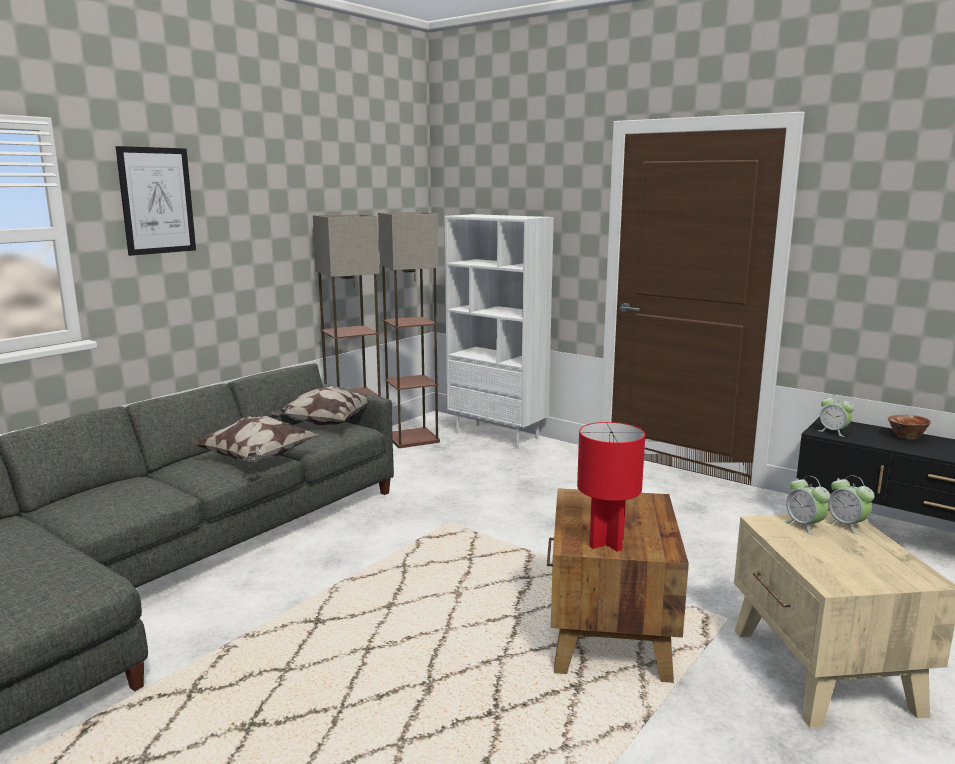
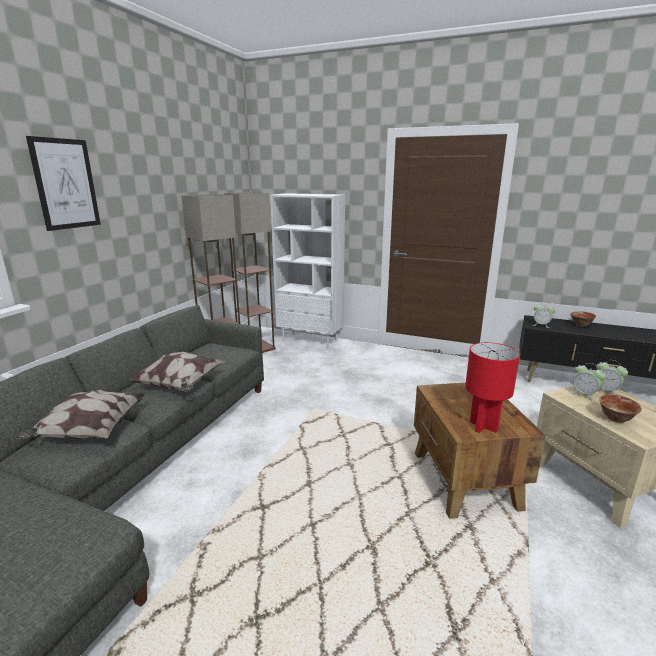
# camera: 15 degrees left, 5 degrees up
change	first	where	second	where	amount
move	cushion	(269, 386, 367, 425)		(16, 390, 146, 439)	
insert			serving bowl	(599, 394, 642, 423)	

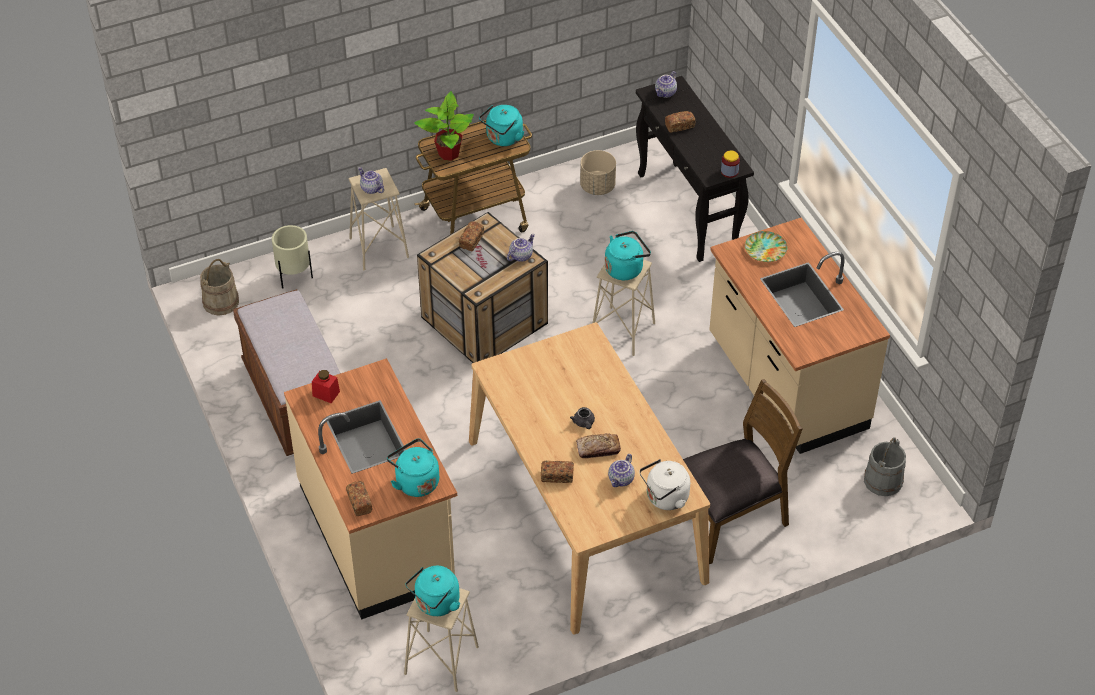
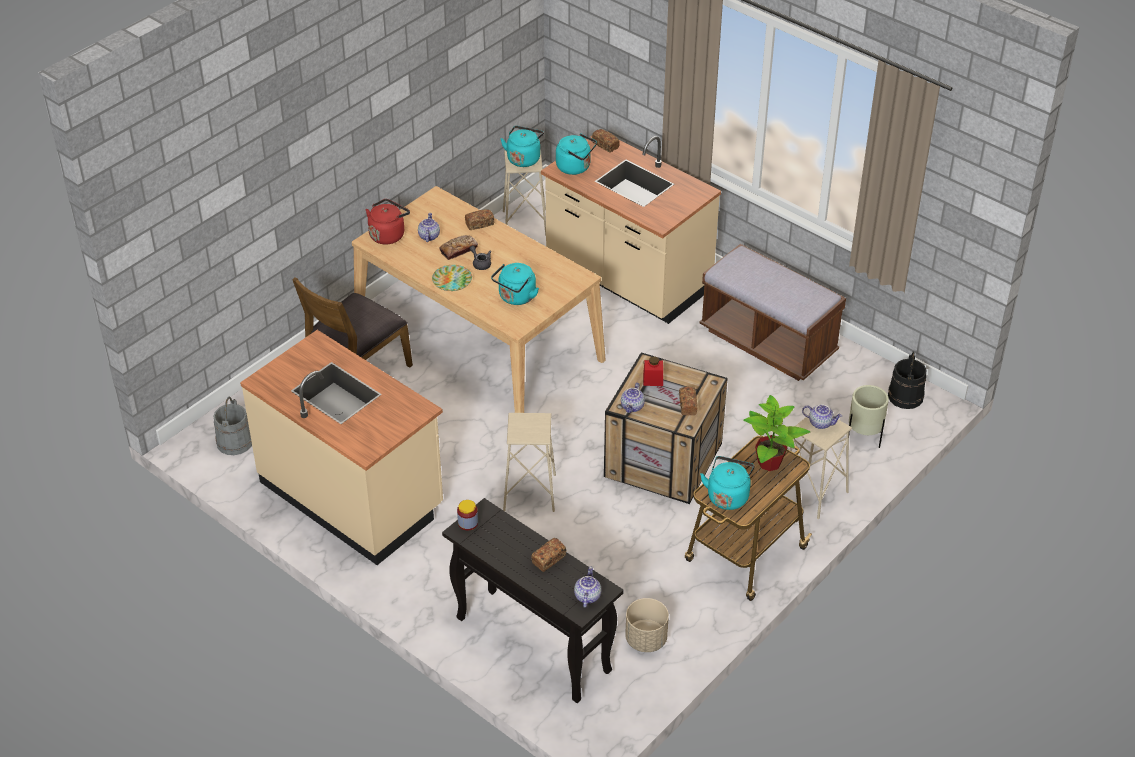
# camera: 155 degrees right, 5 degrees down
change	first	where	second	where	amount
recolor	pail (sand-coloured)	(200, 259, 239, 316)	pail (black-coloured)	(888, 351, 926, 409)	
move	jar (reddish)	(312, 370, 340, 403)		(643, 356, 663, 386)	
move	water kettle (blue-green)	(605, 231, 651, 280)		(491, 263, 539, 305)	
recolor	water kettle (white-coloured)	(639, 459, 690, 510)	water kettle (reddish)	(366, 199, 410, 245)	
move	plate	(745, 231, 788, 262)		(432, 265, 472, 291)	

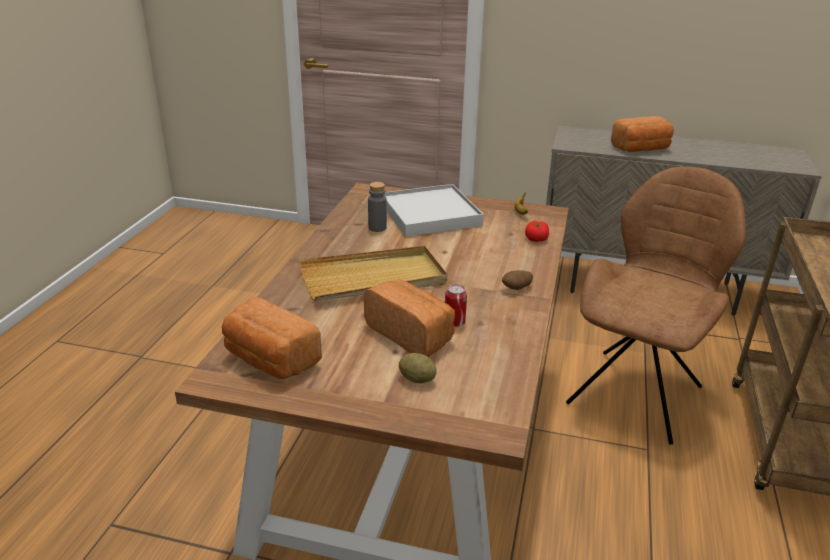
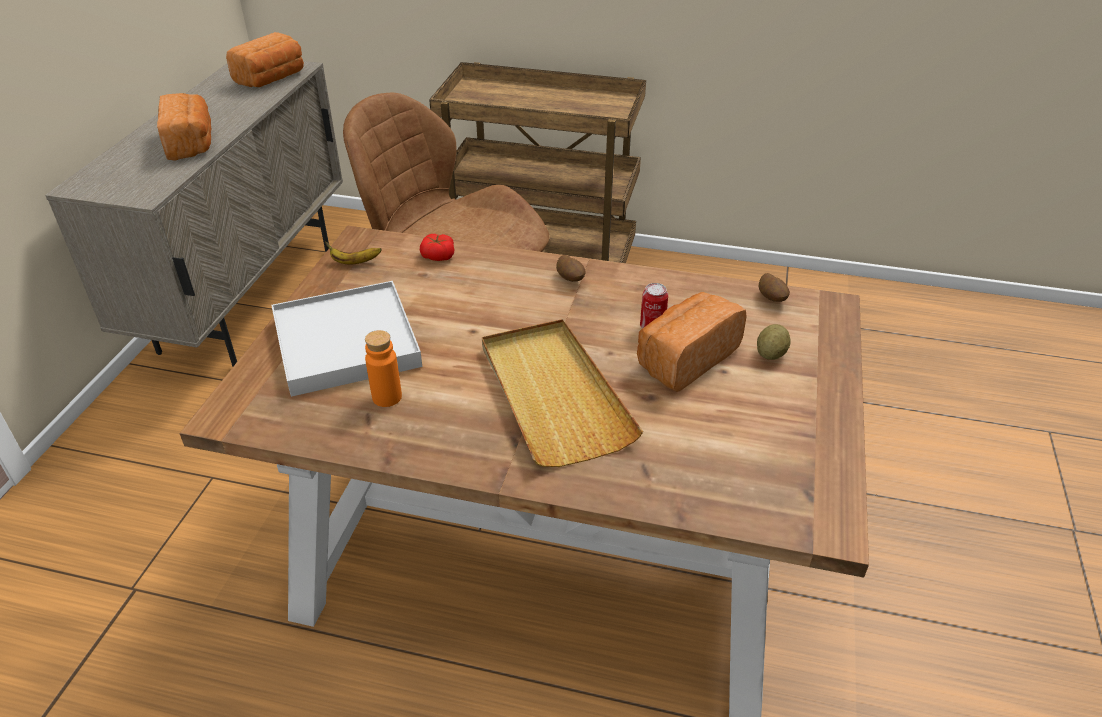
# camera: 90 degrees left, 10 degrees up
change	first	where	second	where	amount
move	baked bread	(222, 297, 322, 379)		(226, 32, 304, 87)	
recolor	bottle (greyish)	(368, 182, 387, 232)	bottle (orange-coloured)	(365, 330, 402, 407)	
insert			spud	(759, 273, 790, 302)	

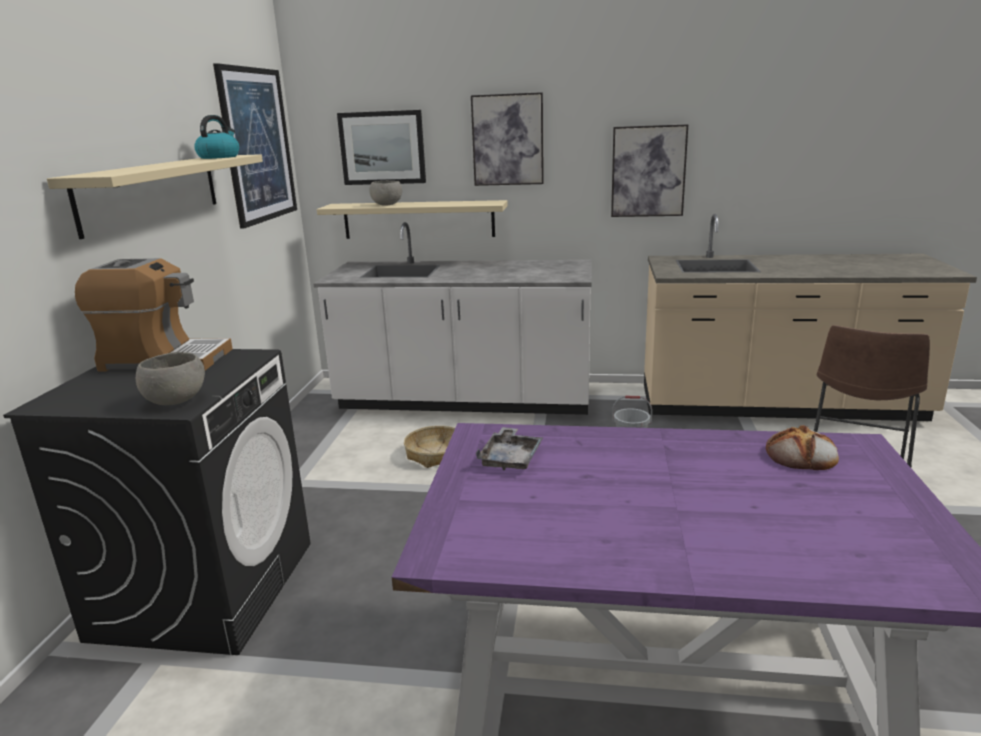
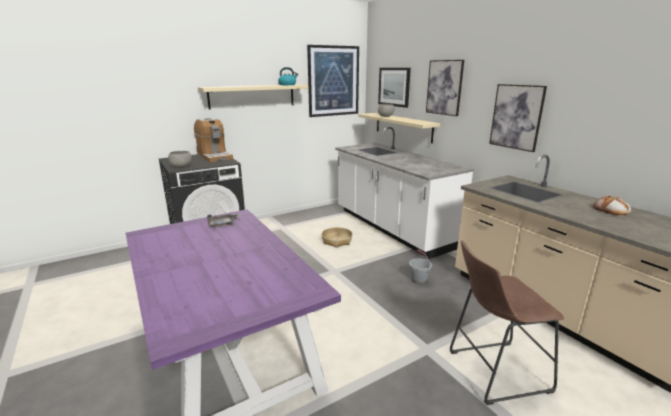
# camera: 50 degrees right, 0 degrees up
change	first	where	second	where	amount
move	baked bread	(766, 425, 839, 470)		(593, 196, 631, 215)	

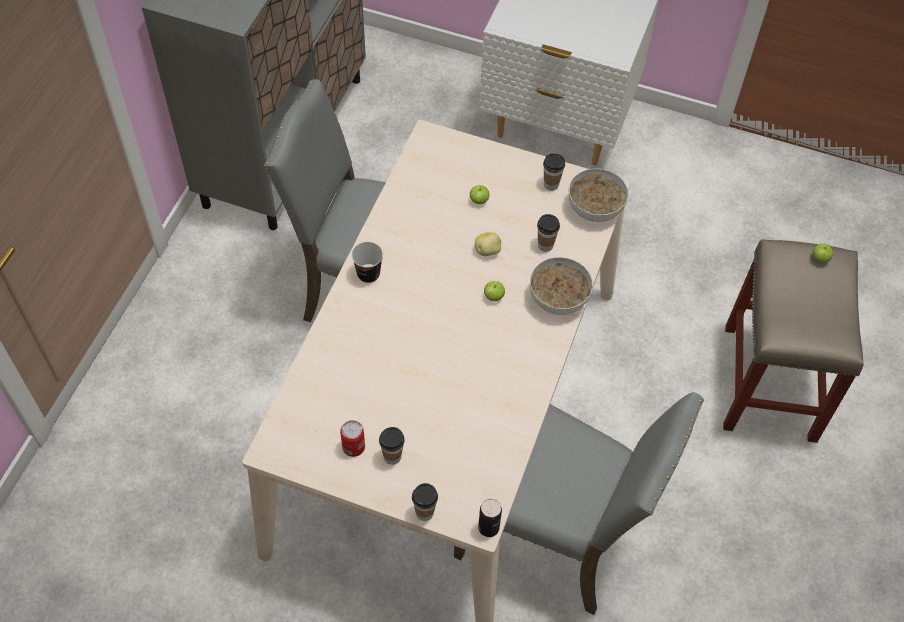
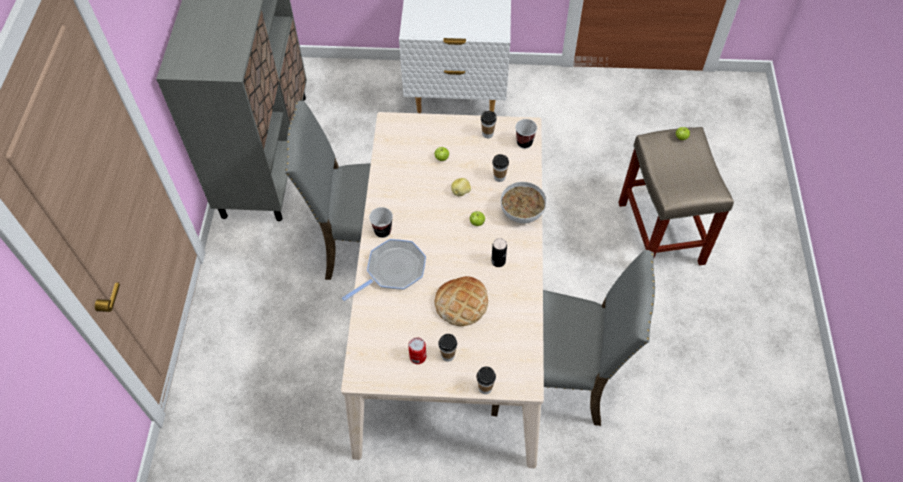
# camera: 15 degrees left, 0 degrees up
change	first	where	second	where	amount
move	can	(478, 498, 502, 537)		(491, 238, 507, 267)	
replace	serving bowl	(569, 169, 628, 222)	cup	(515, 119, 537, 149)	
insert			skillet	(342, 239, 426, 301)	
insert			baked bread	(435, 276, 488, 326)	

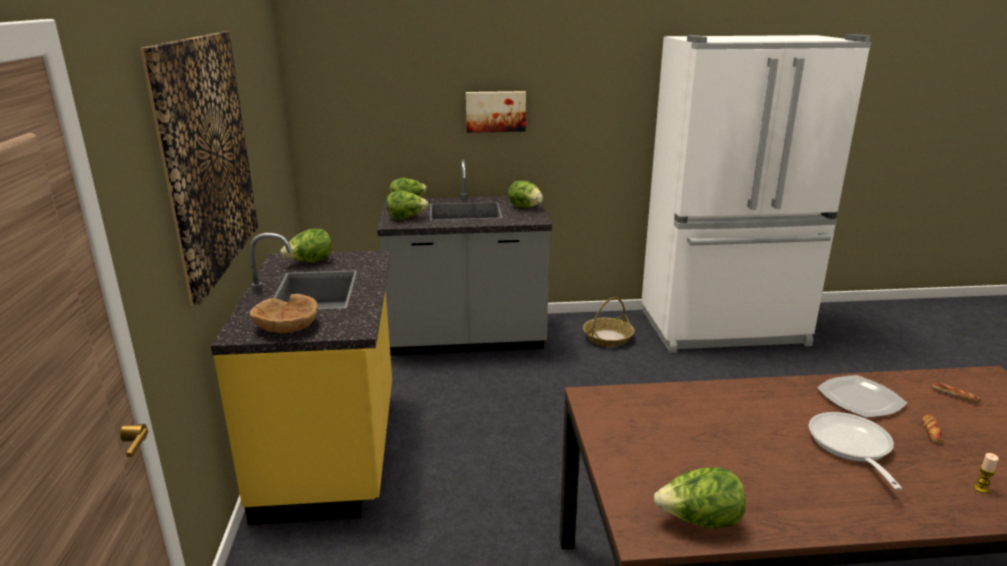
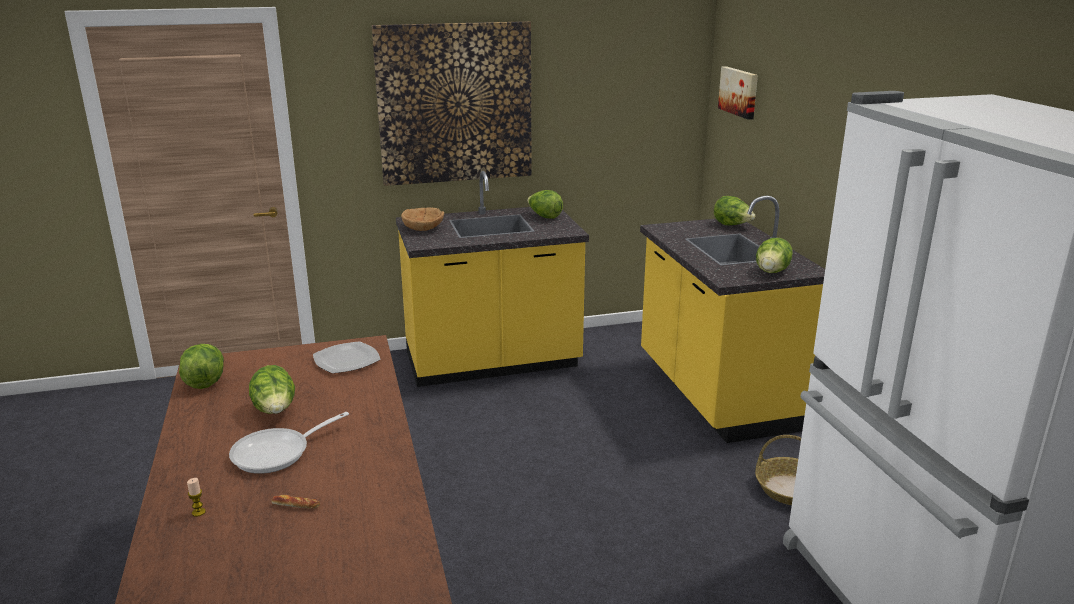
# camera: 80 degrees right, 0 degrees up
change	first	where	second	where	amount
recolor	kitchen base unit (greyish)	(377, 160, 552, 356)	kitchen base unit (yellow-coloured)	(640, 196, 825, 443)	
move	head of lettuce	(386, 190, 429, 219)		(249, 365, 295, 414)	
move	wall picture	(466, 91, 526, 133)		(718, 66, 758, 120)	
rotate	skillet	(809, 412, 902, 490)		(229, 412, 349, 474)	150 degrees clockwise
move	plate	(817, 375, 907, 418)		(313, 341, 381, 374)	
delete	baked bread	(932, 383, 981, 403)			

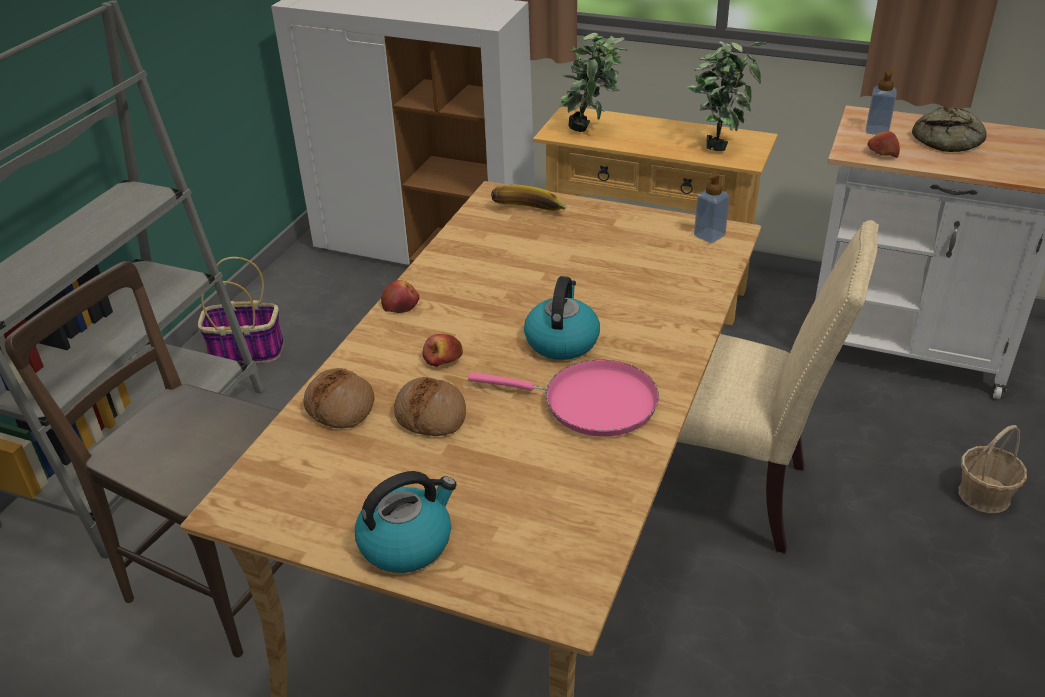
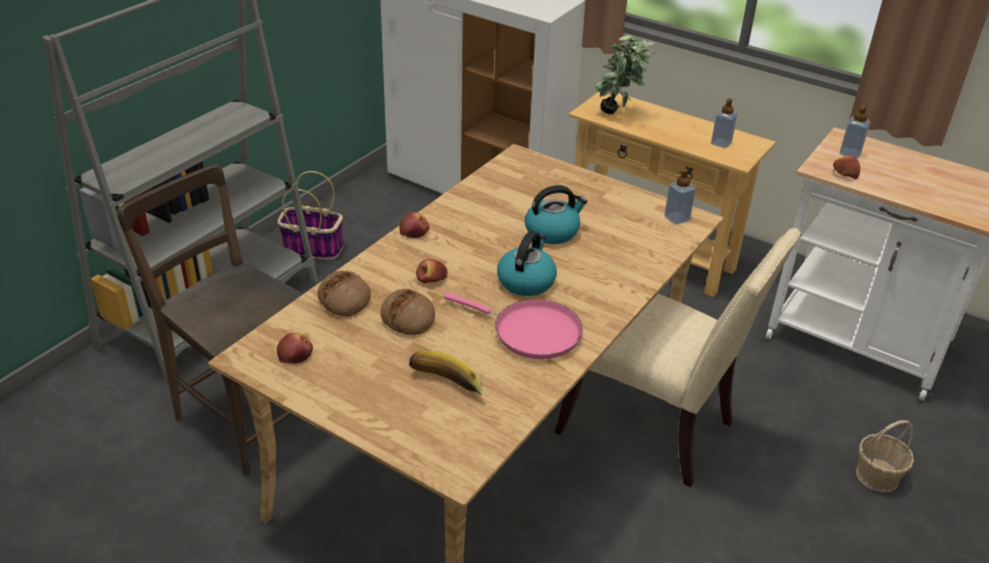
# camera: 10 degrees right, 0 degrees up
change	first	where	second	where	amount
move	water kettle	(355, 471, 457, 573)		(525, 185, 587, 244)	
move	banana	(491, 185, 568, 211)		(409, 351, 484, 395)	
replace	houseplant	(687, 41, 767, 151)	soap dispenser	(711, 98, 737, 148)	
delete	baked bread	(912, 107, 987, 152)			
insert			apple	(277, 332, 313, 364)	

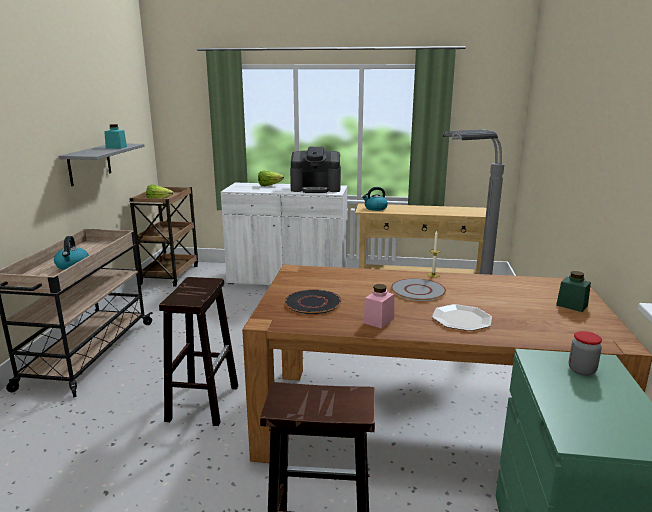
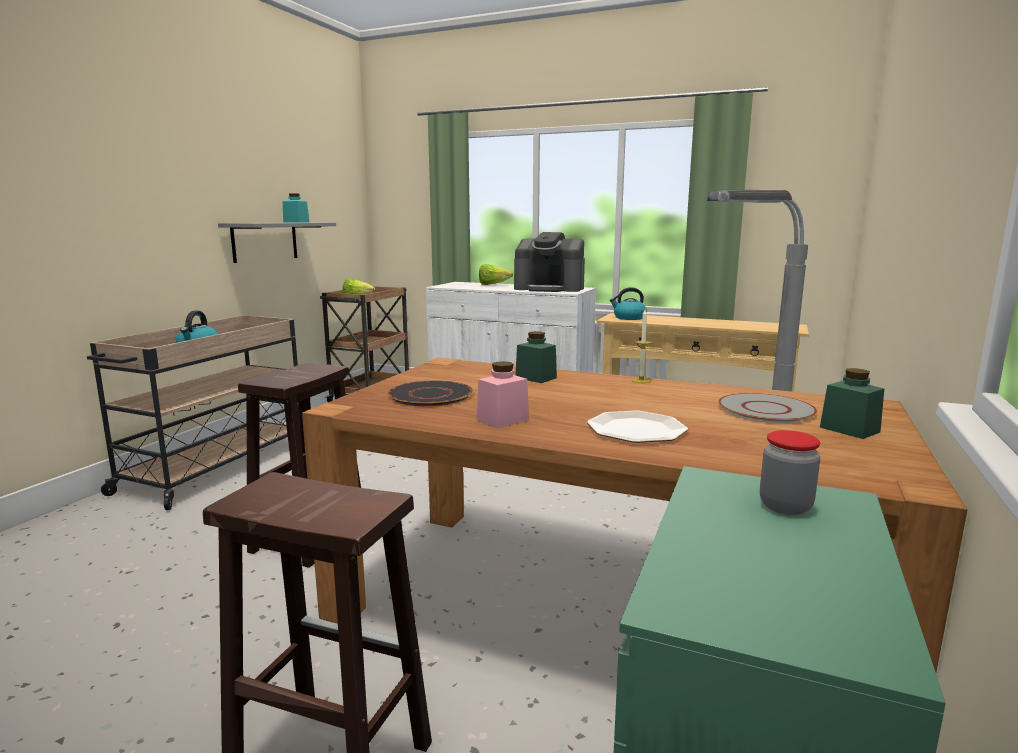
# camera: 15 degrees right, 5 degrees down
change	first	where	second	where	amount
move	plate (greyish)	(391, 278, 446, 301)		(718, 393, 817, 423)	
insert			jar (green-coloured)	(515, 331, 557, 383)	

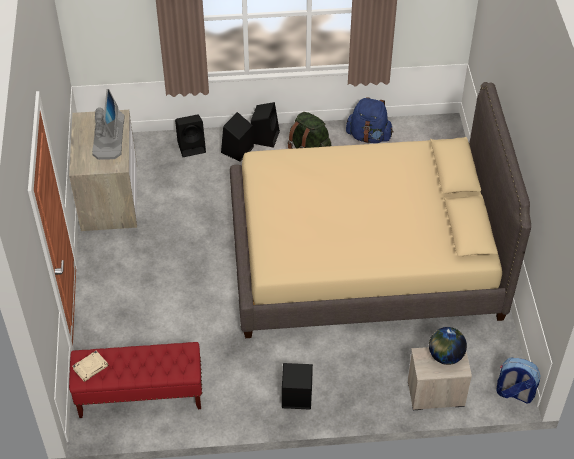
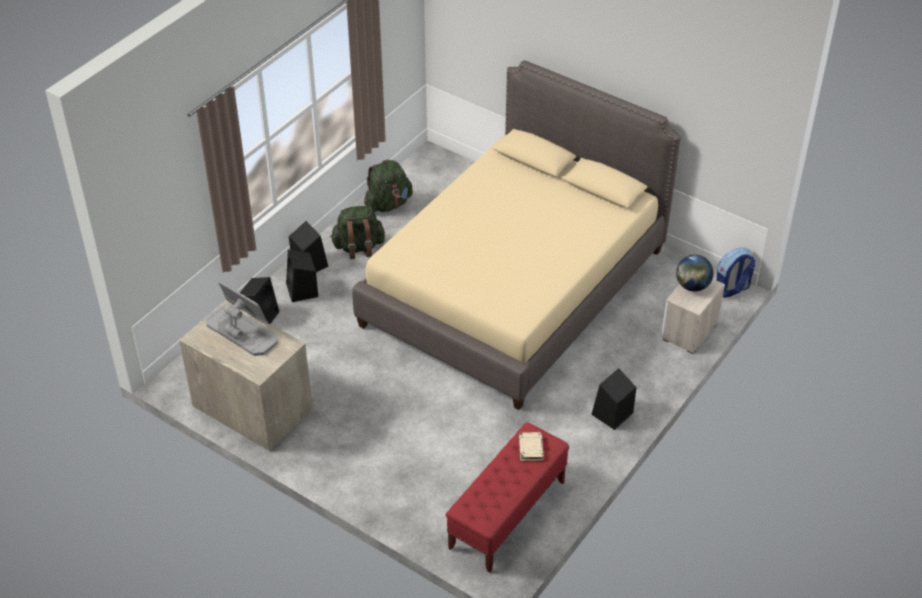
# camera: 50 degrees left, 5 degrees down
change	first	where	second	where	amount
move	book (sand-coloured)	(72, 351, 109, 382)		(519, 432, 544, 461)	
recolor	rucksack (blue)	(346, 97, 394, 143)	rucksack (green-coloured)	(364, 159, 413, 212)	

